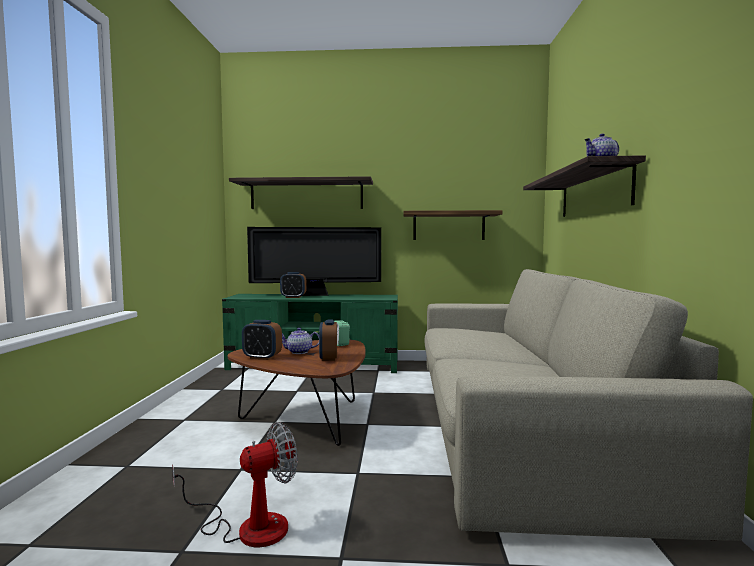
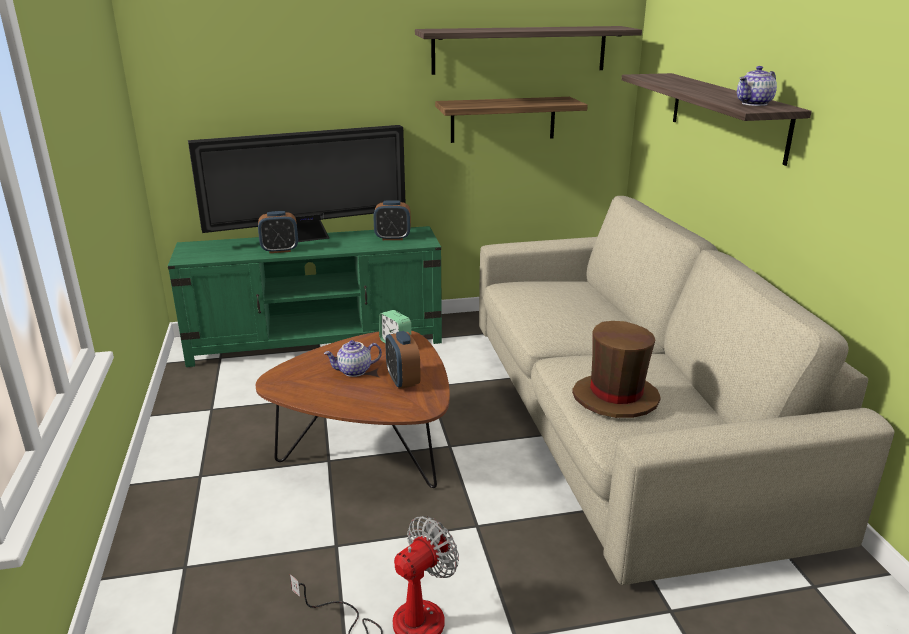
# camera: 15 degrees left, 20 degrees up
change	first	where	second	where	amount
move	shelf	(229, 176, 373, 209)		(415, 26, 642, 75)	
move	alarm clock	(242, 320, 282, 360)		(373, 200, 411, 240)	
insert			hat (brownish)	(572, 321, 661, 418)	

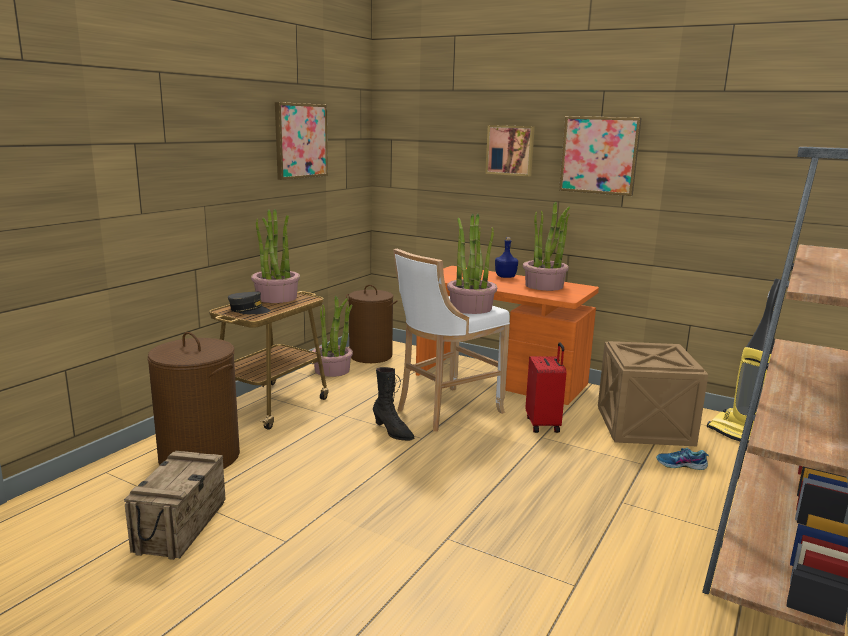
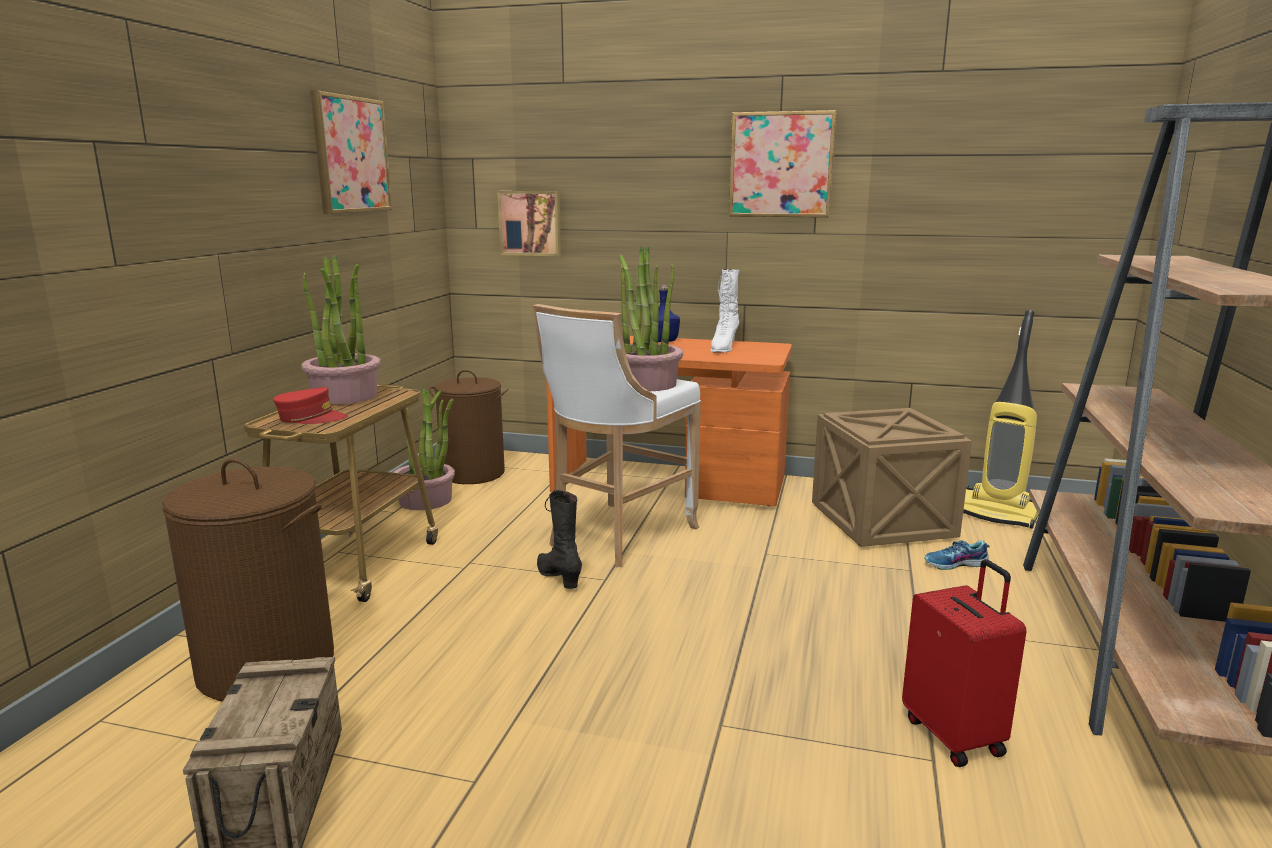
# camera: 15 degrees left, 0 degrees up
change	first	where	second	where	amount
recolor	baseball cap (greyish)	(228, 292, 271, 314)	baseball cap (reddish)	(273, 387, 348, 424)	
rotate	tall boot (black-coloured)	(373, 367, 414, 441)		(537, 490, 582, 589)	150 degrees counterclockwise
move	wall picture	(485, 125, 535, 177)		(497, 191, 561, 256)	
replace	houseplant	(523, 202, 570, 291)	tall boot (white-coloured)	(710, 269, 739, 353)	
move	piece of luggage (reddish)	(525, 342, 567, 433)		(902, 559, 1027, 767)	

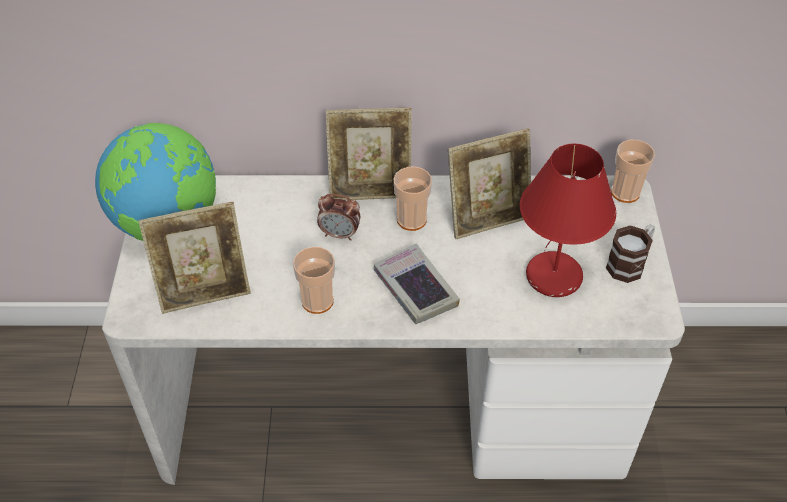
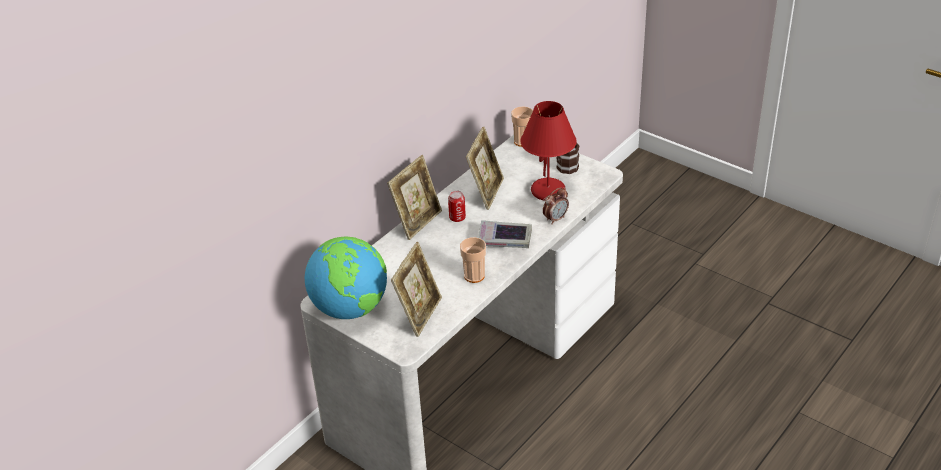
# camera: 50 degrees left, 10 degrees down
change	first	where	second	where	amount
move	alarm clock	(317, 194, 360, 241)		(543, 187, 569, 224)	
replace	cup	(394, 166, 432, 231)	can	(448, 190, 466, 222)	

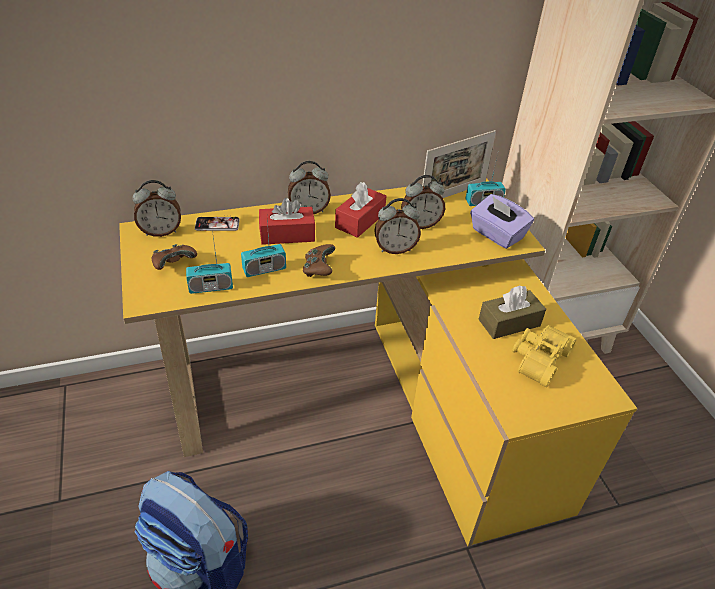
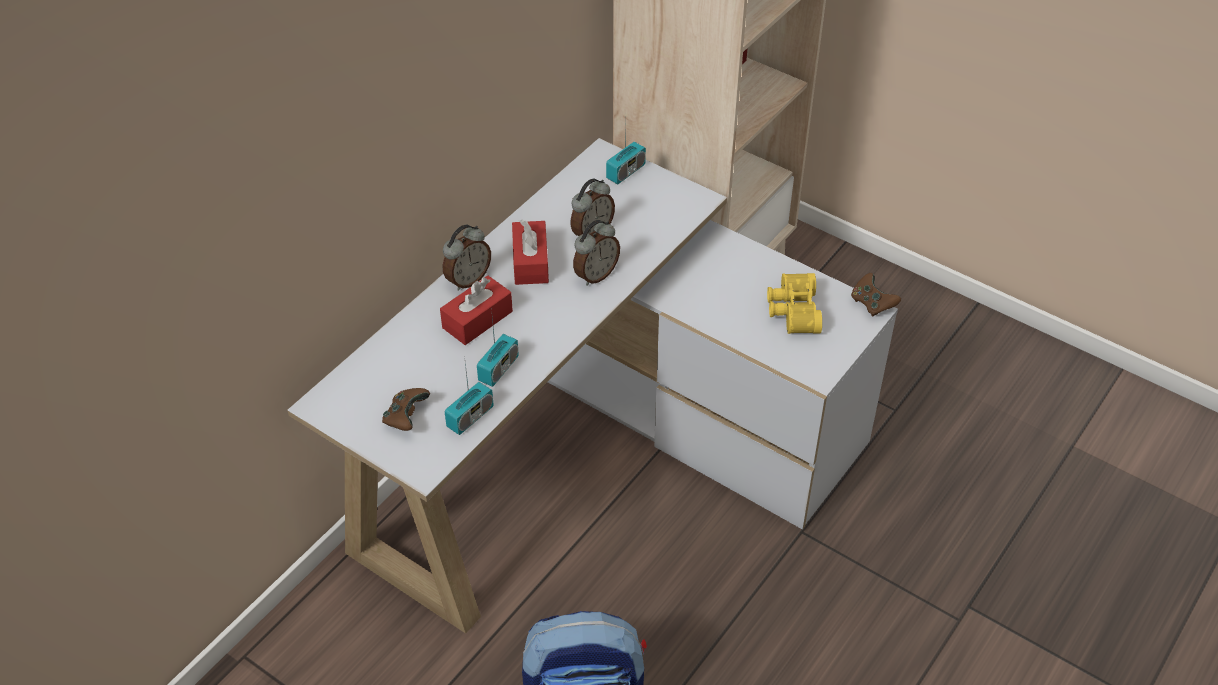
# camera: 35 degrees left, 5 degrees up
change	first	where	second	where	amount
recolor	desk table (yellow-coloured)	(119, 178, 637, 547)	desk table (white-coloured)	(287, 138, 898, 634)	
delete	alarm clock	(133, 180, 181, 237)			
delete	handset	(195, 216, 240, 231)			
move	gamepad (brownish)	(303, 244, 335, 277)		(851, 273, 901, 317)	
delete	picture frame	(422, 130, 496, 198)			
delete	tissue holder (purplish)	(470, 194, 534, 249)			
delete	tissue holder (brownish)	(478, 286, 546, 339)			

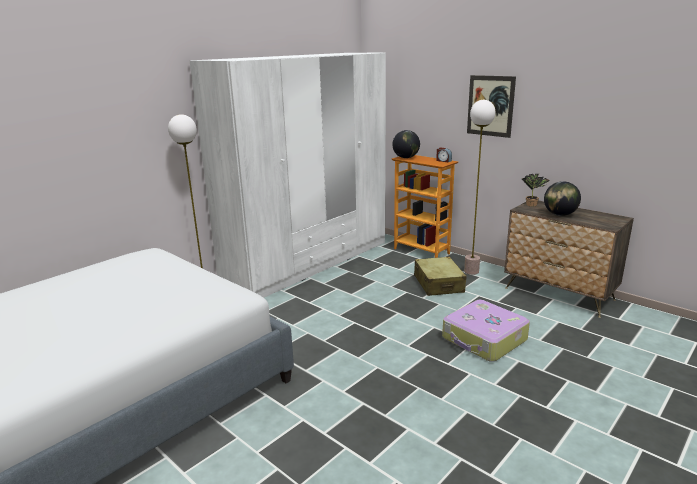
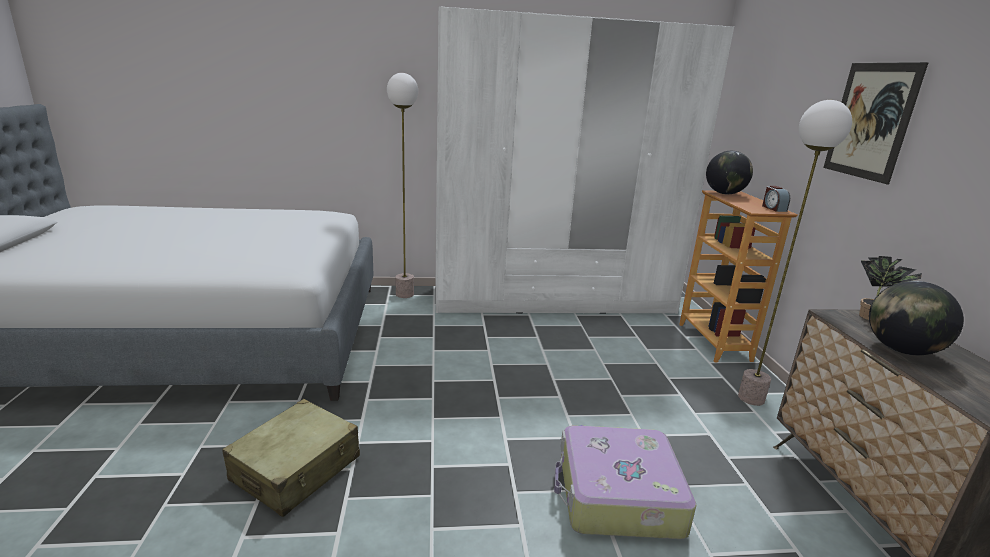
# camera: 40 degrees right, 0 degrees up
change	first	where	second	where	amount
move	piece of luggage (sand-coloured)	(414, 257, 466, 296)		(222, 399, 360, 517)	

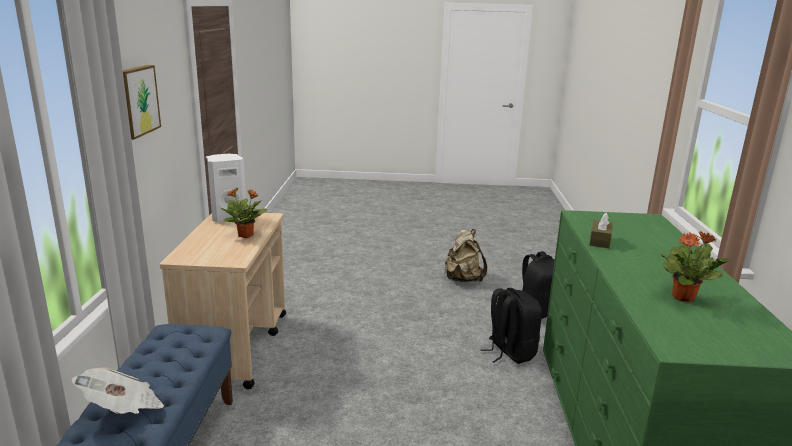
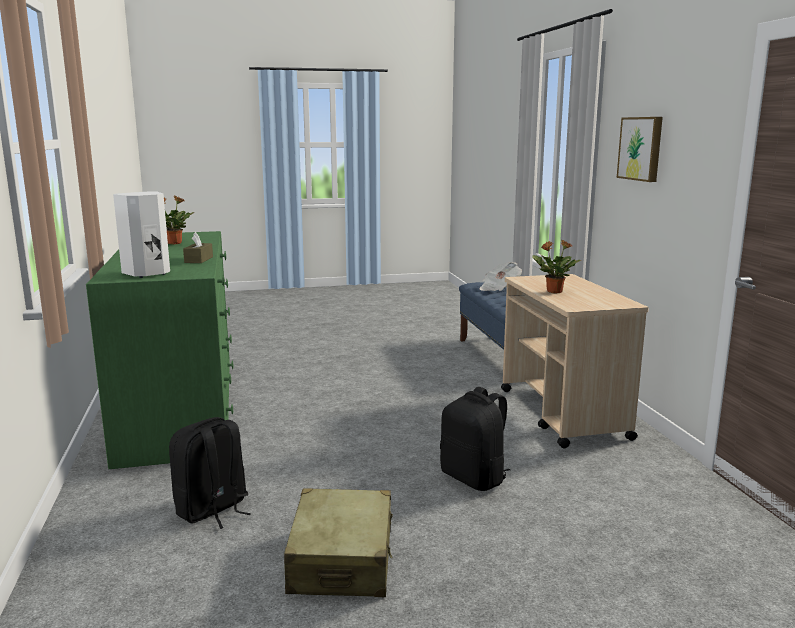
# camera: 165 degrees right, 5 degrees down
change	first	where	second	where	amount
move	audio speaker (white-coloured)	(207, 154, 247, 222)		(113, 191, 170, 278)	
replace	rucksack (sand-coloured)	(444, 229, 487, 282)	piece of luggage (sand-coloured)	(284, 488, 393, 597)	
move	rucksack (black-coloured)	(481, 288, 542, 364)		(440, 387, 510, 491)	

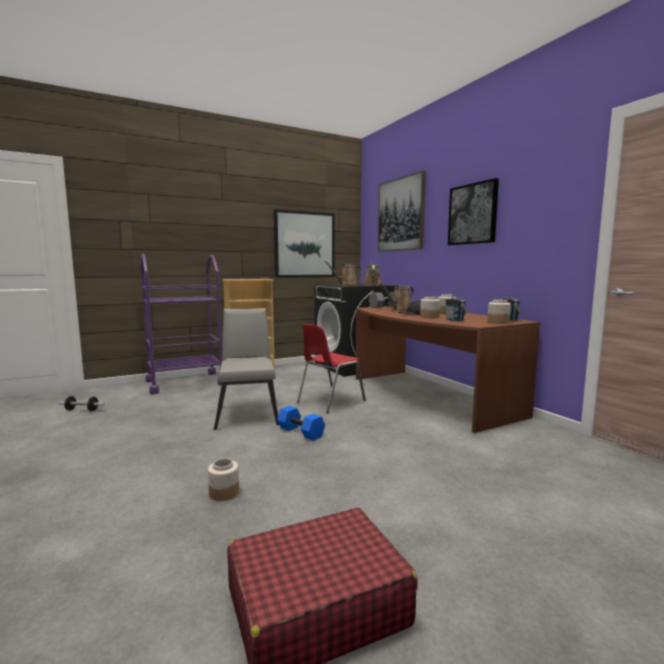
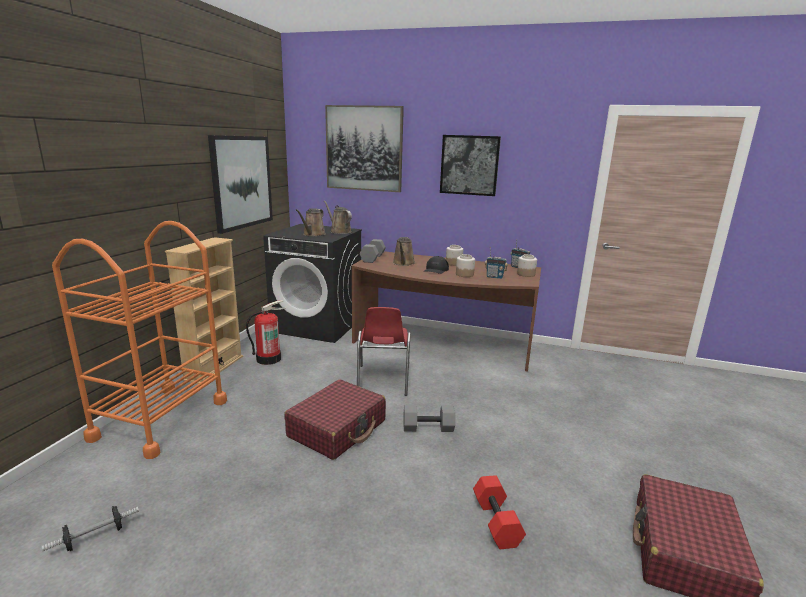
# camera: 45 degrees left, 10 degrees up
change	first	where	second	where	amount
recolor	wheeled cart (purplish)	(141, 254, 222, 394)	wheeled cart (orange-coloured)	(52, 221, 227, 459)	
replace	jar	(208, 458, 239, 501)	free weight (reddish)	(473, 475, 526, 549)	
replace	plain chair (greyish)	(214, 308, 279, 430)	piece of luggage (reddish)	(284, 379, 386, 460)	
recolor	free weight (blue)	(277, 406, 325, 441)	free weight (greyish)	(403, 405, 455, 432)	
insert			fire-fighting cylinder	(246, 300, 286, 365)	

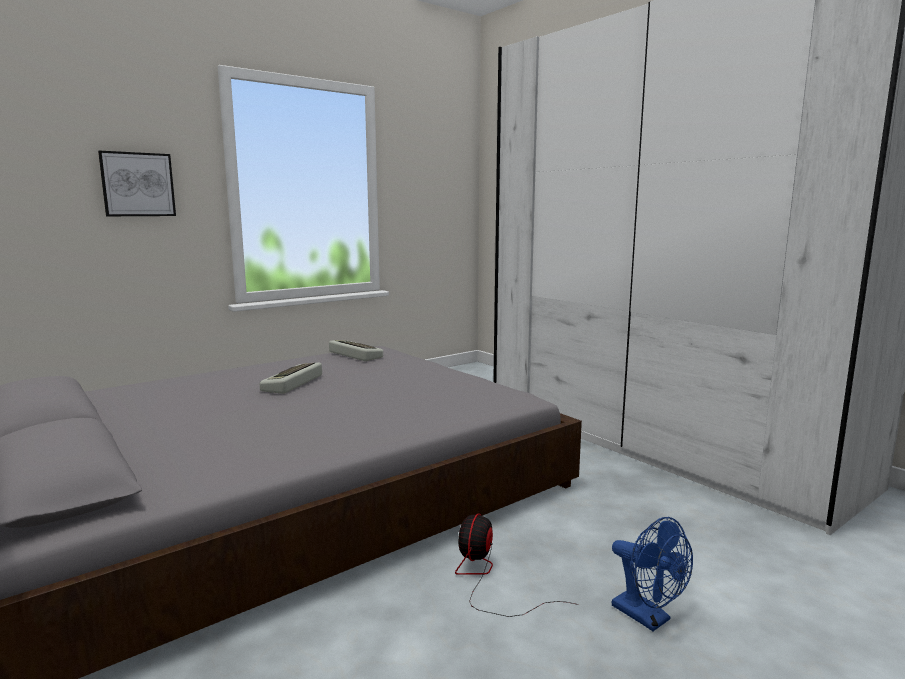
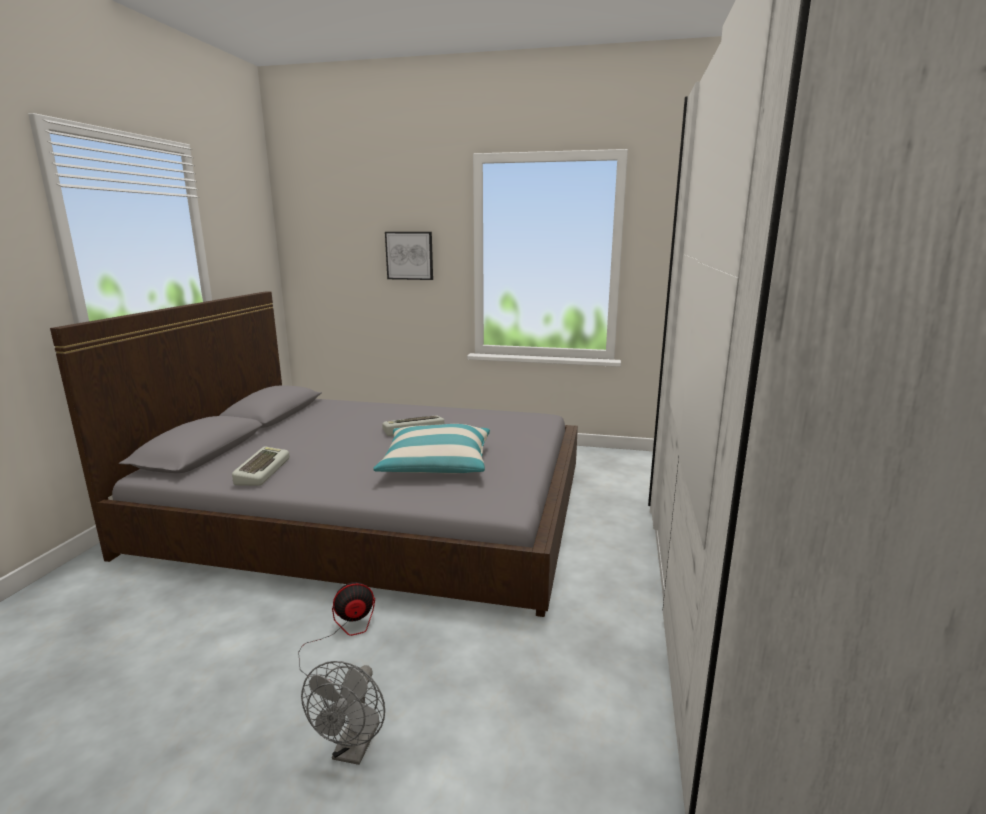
# camera: 50 degrees right, 5 degrees up
change	first	where	second	where	amount
move	PC keyboard	(329, 340, 383, 361)		(232, 446, 290, 486)	
recolor	electric fan (blue)	(612, 517, 693, 631)	electric fan (greyish)	(301, 661, 385, 765)	
insert			cushion	(373, 424, 490, 474)	

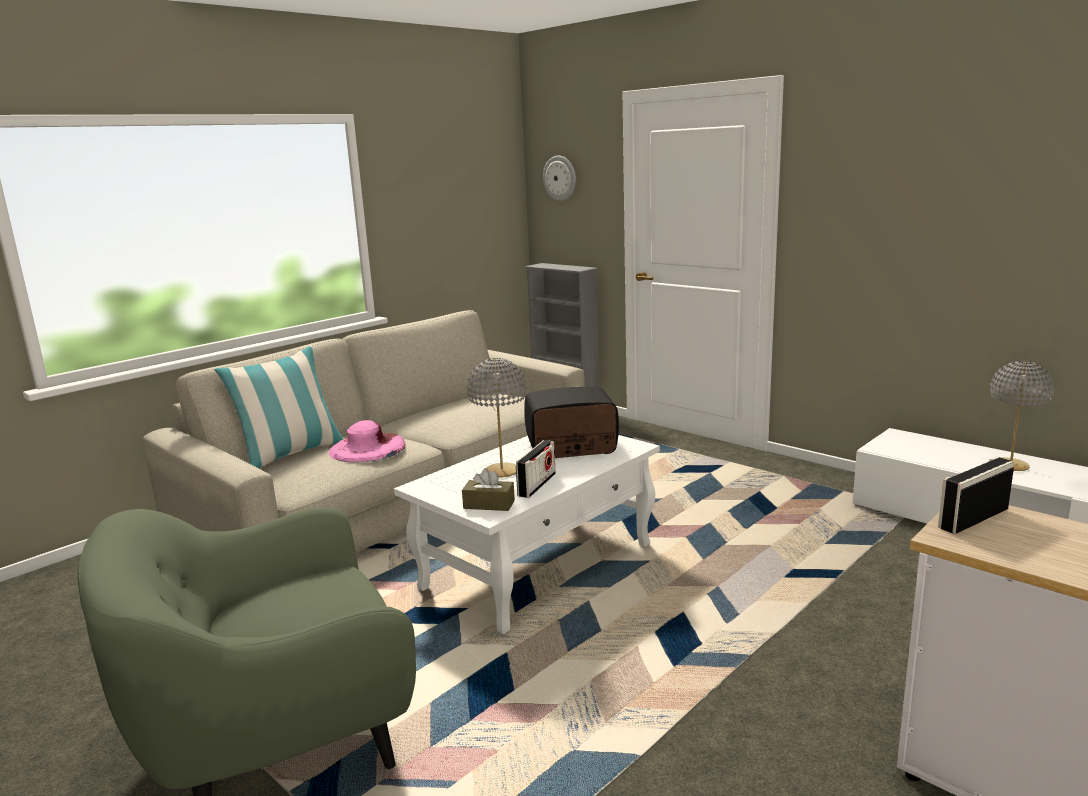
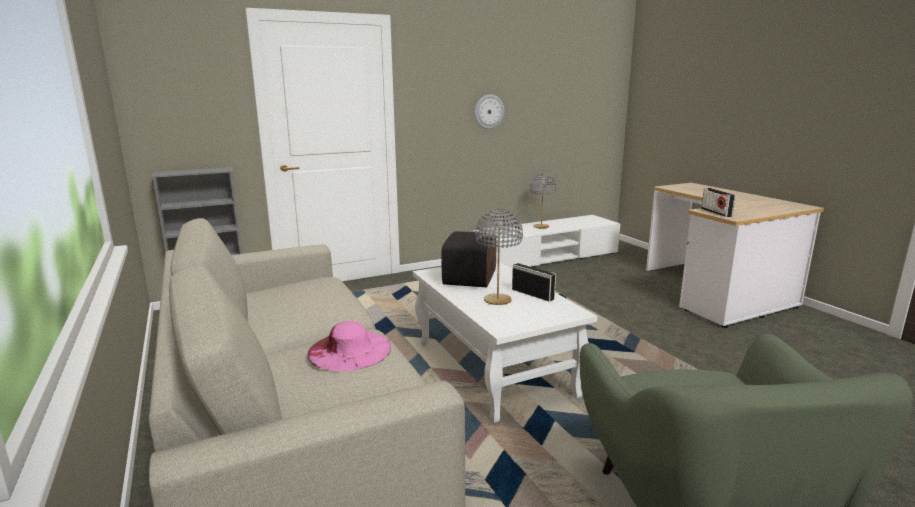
# camera: 70 degrees left, 0 degrees up
change	first	where	second	where	amount
delete	cushion	(214, 346, 344, 468)			
delete	tissue holder (brownish)	(462, 468, 515, 511)			
move	wall clock	(543, 156, 576, 201)		(475, 94, 504, 129)	

